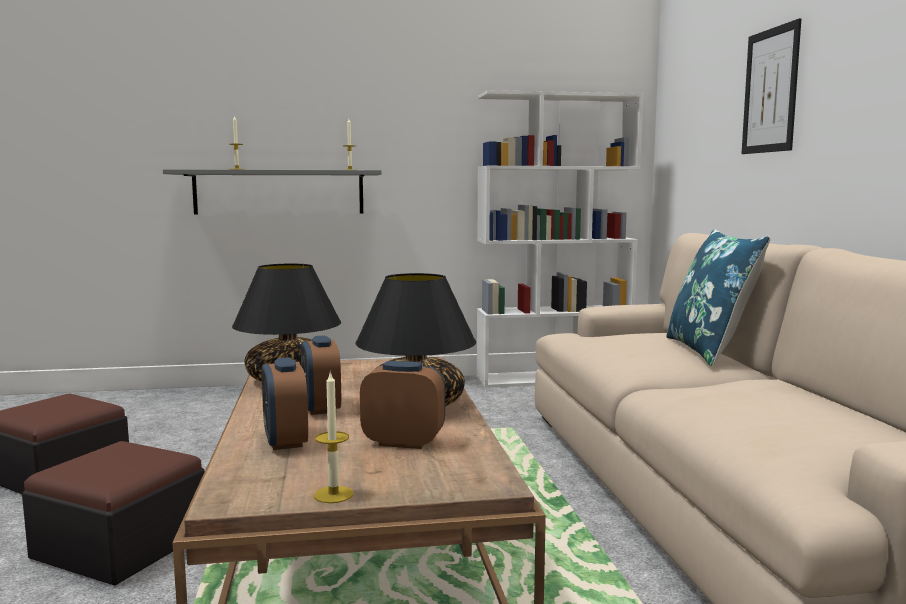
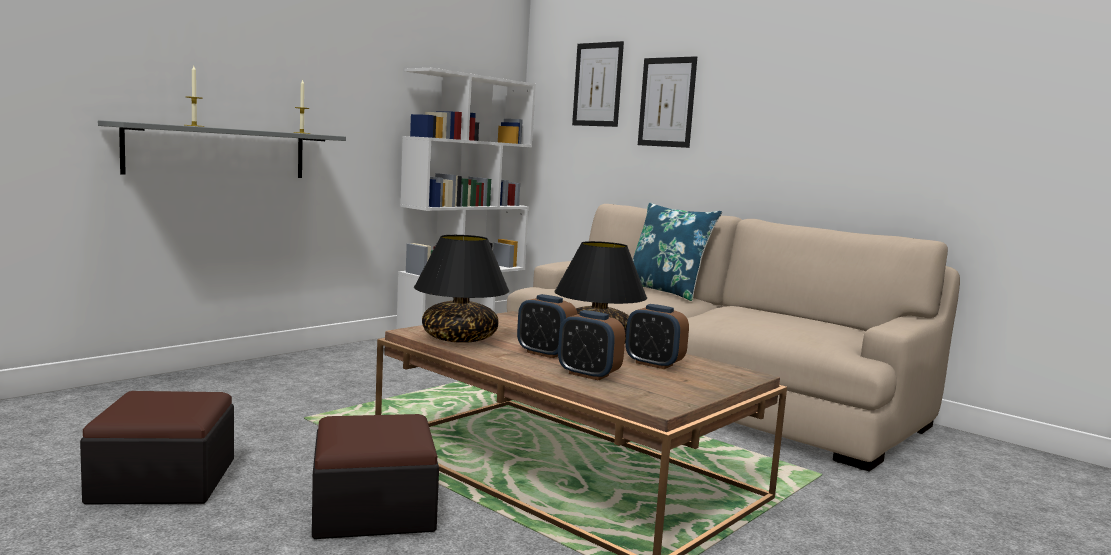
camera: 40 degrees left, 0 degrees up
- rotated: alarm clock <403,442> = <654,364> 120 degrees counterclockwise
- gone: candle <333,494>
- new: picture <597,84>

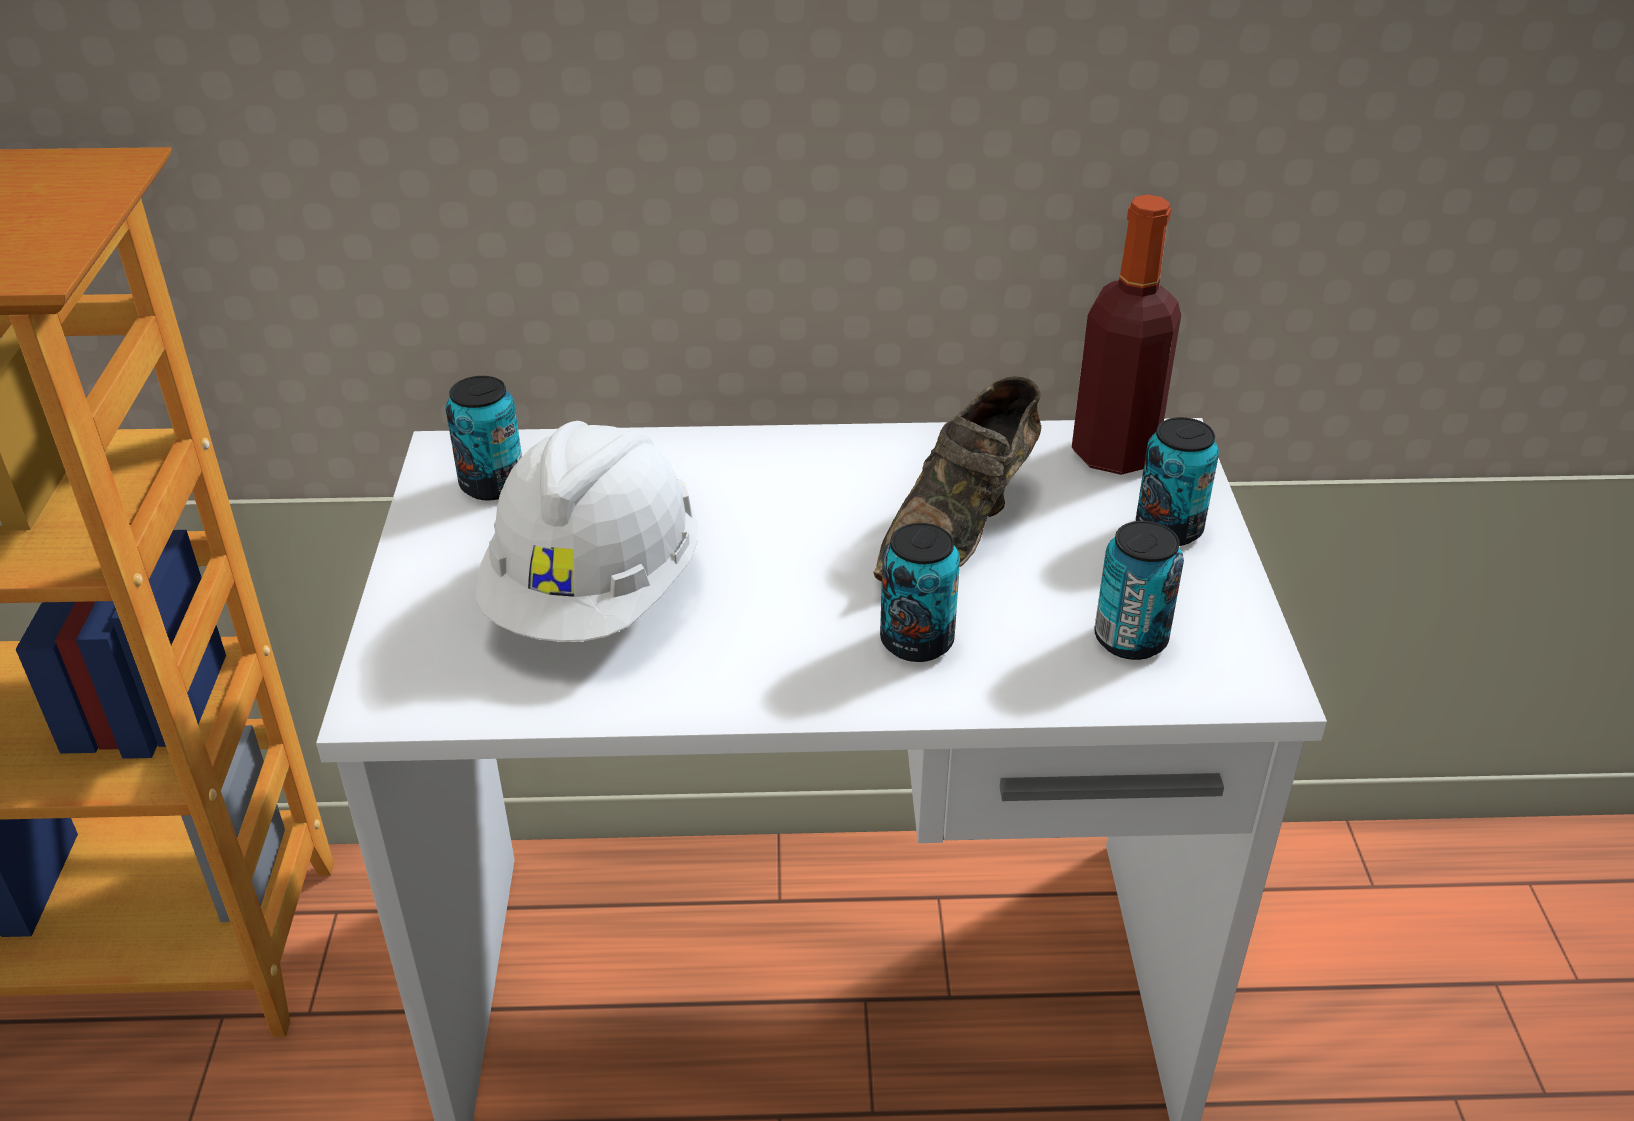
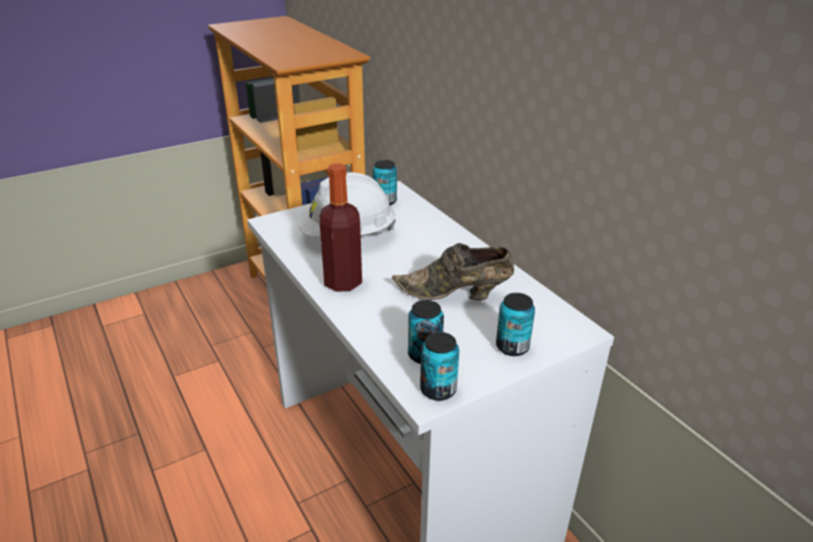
camera: 60 degrees right, 5 degrees down
- shifted: bottle <1114,453> to <343,282>
- shifted: can <916,641> to <438,390>

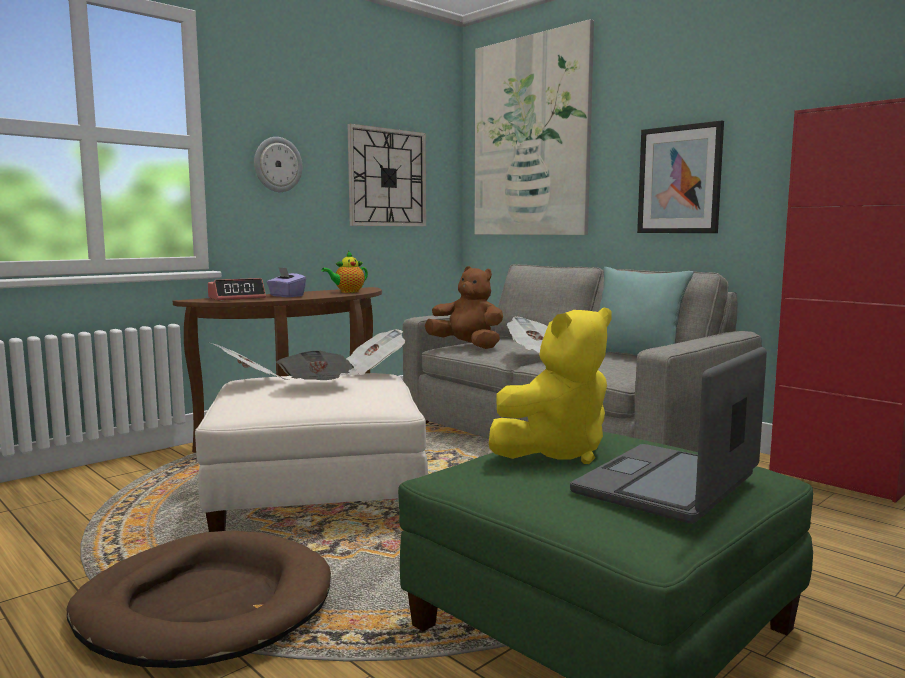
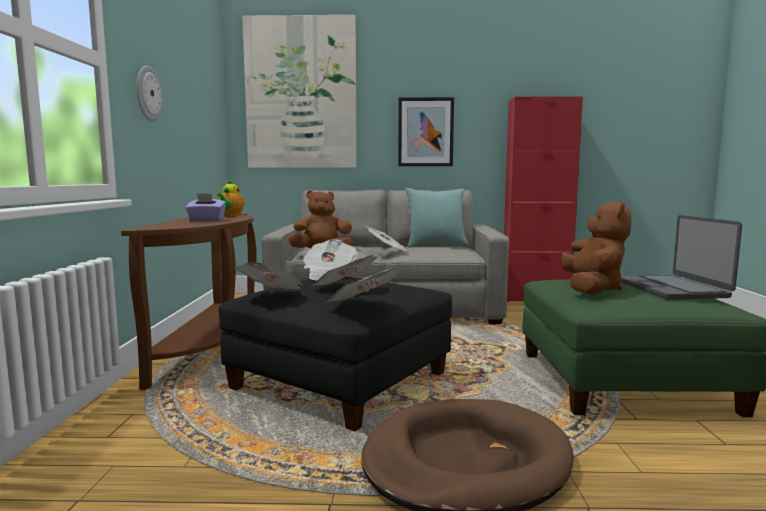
camera: 45 degrees left, 0 degrees up
- gone: wall clock <387,178>
- gone: alarm clock <237,298>
- repainted: yellow plush toy <556,453> to brown plush toy <592,289>
- repainted: white ottoman <318,496> to black ottoman <341,381>
- new: newspaper <363,305>

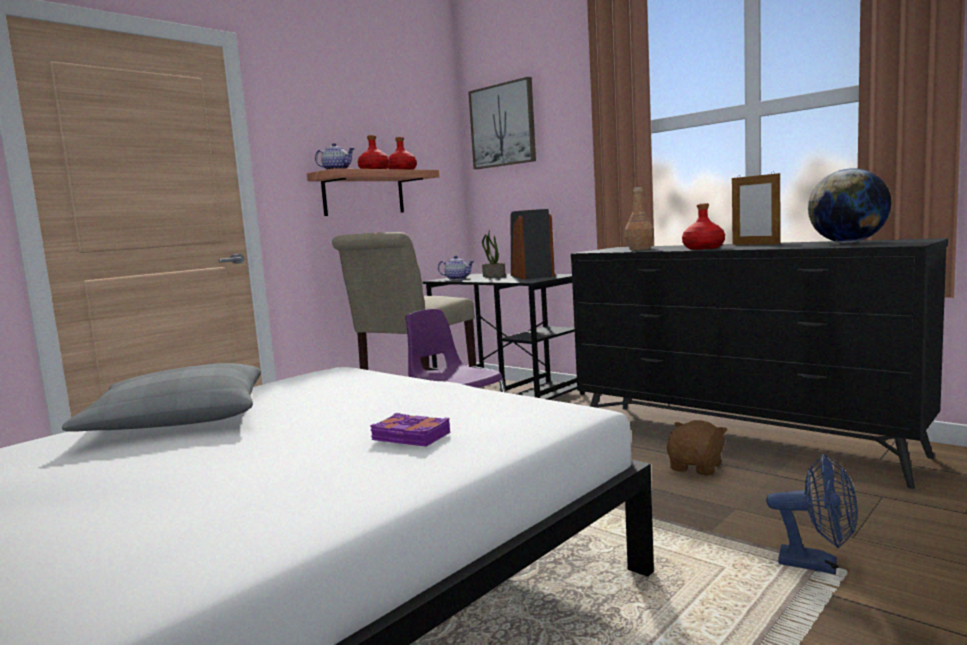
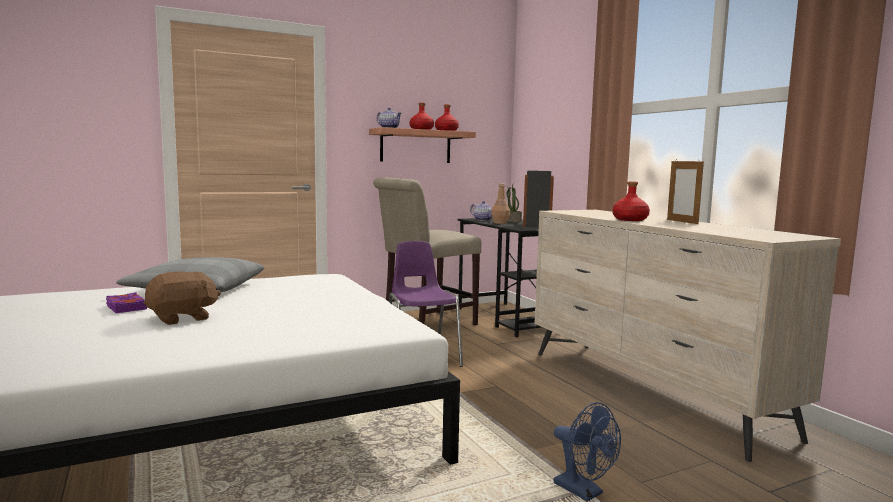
camera: 20 degrees right, 0 degrees up
- gone: picture <503,125>
- gone: globe <848,242>
- shifted: brown bottle <639,249> to <500,223>
- repainted: black dresser <740,441> to beige dresser <648,391>
- shifted: purple book <410,437> to <125,307>
- shifted: brown plush toy <696,467> to <182,318>

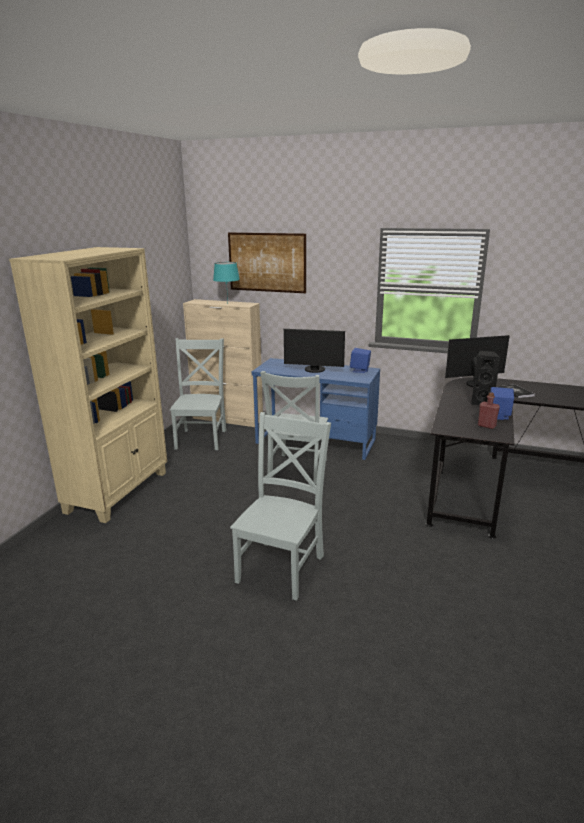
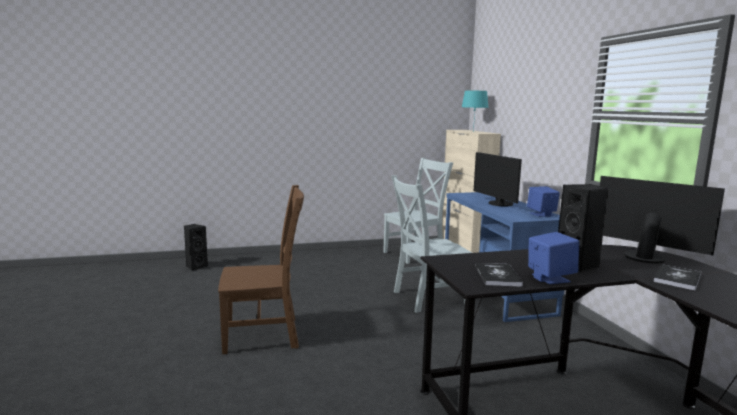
camera: 55 degrees right, 10 degrees down
- gone: picture <267,262>
- gone: beige bookcase <119,491>
- swapped: red bottle <486,426> to book <497,276>
- repainted: grey chair <282,566> to brown chair <265,335>
- new: black speaker <196,267>

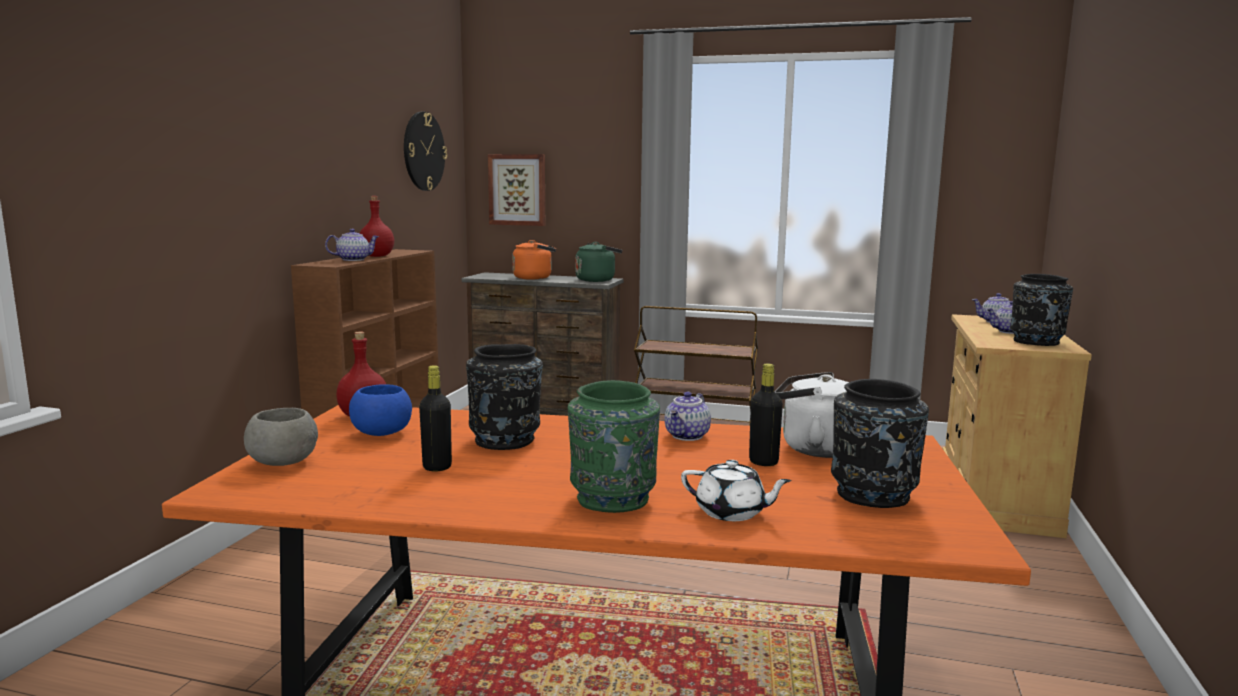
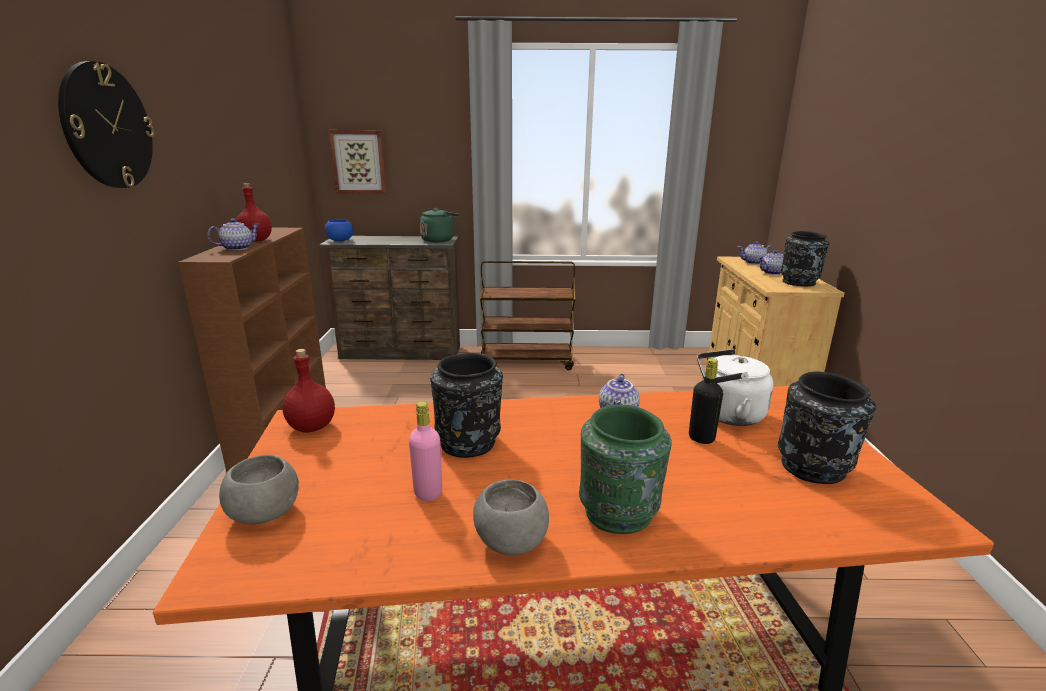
camera: 15 degrees left, 10 degrees up
- shifted: wall clock <423,151> to <107,127>
- gone: orange kettle <535,278>
- repainted: black bottle <437,467> to pink bottle <428,493>
- shifted: blue bowl <381,433> to <339,241>
- gone: white teapot <731,512>
- new: grey bowl <510,542>

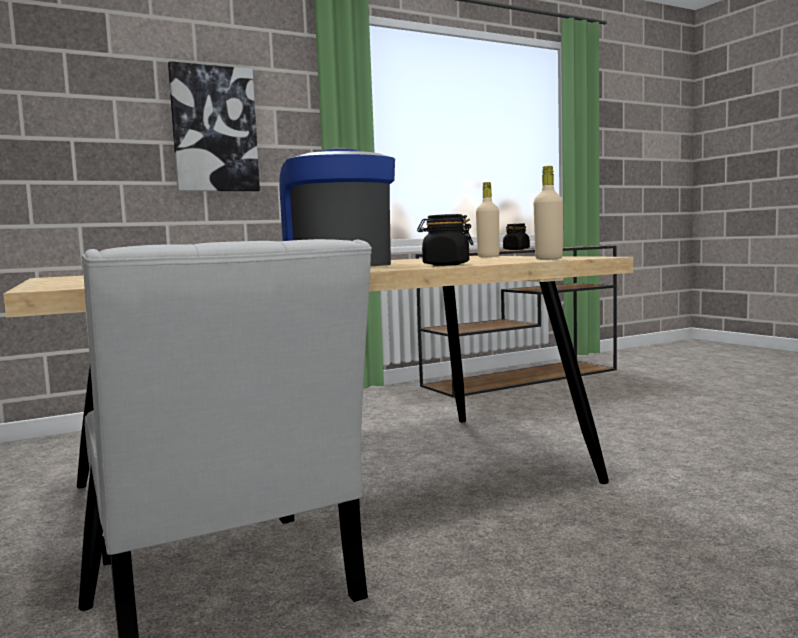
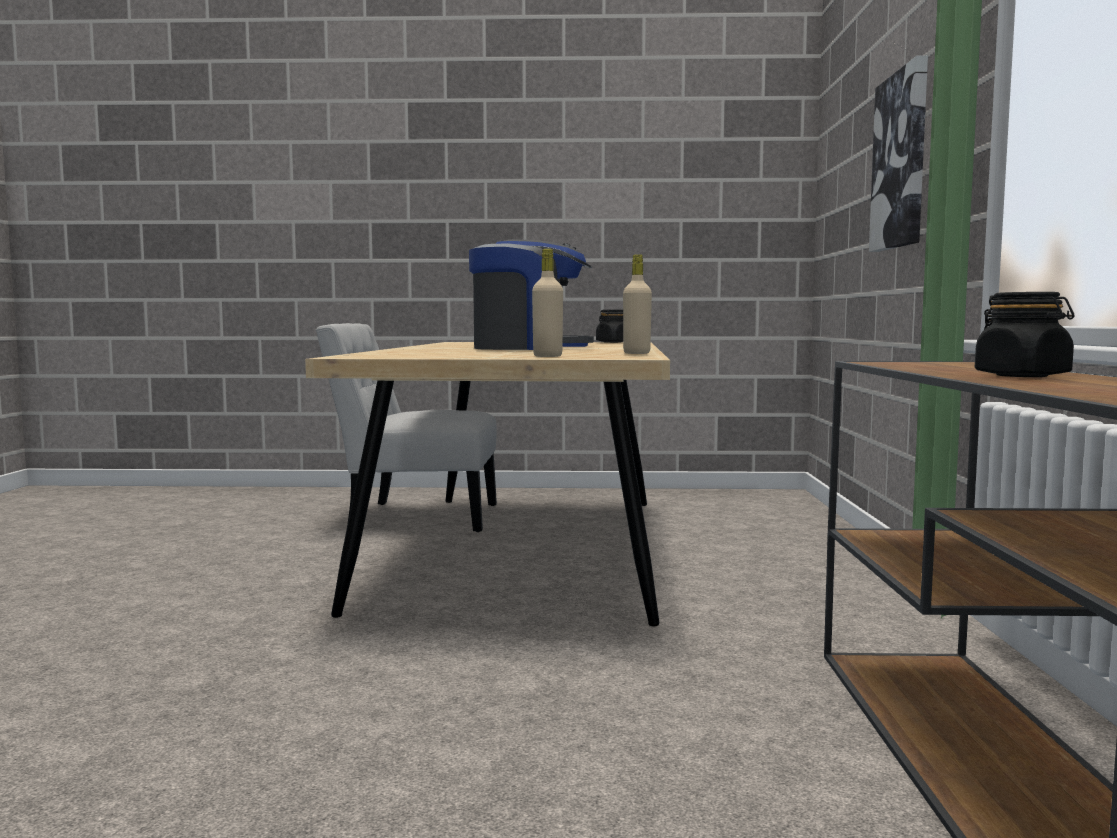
camera: 120 degrees right, 0 degrees up
- shifted: beige bottle <548,259> to <636,353>
- shifted: black jar <446,265> to <613,342>

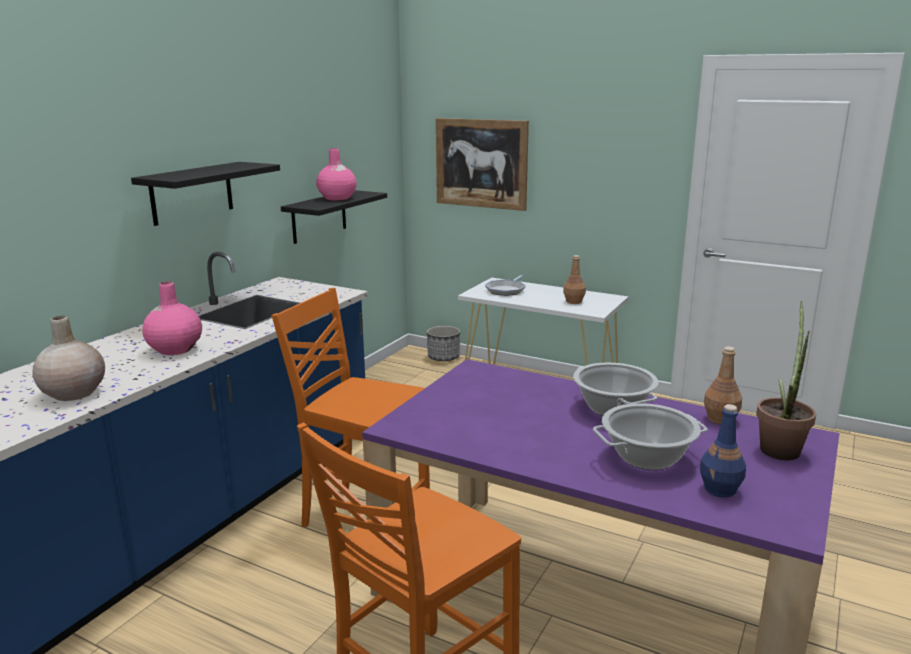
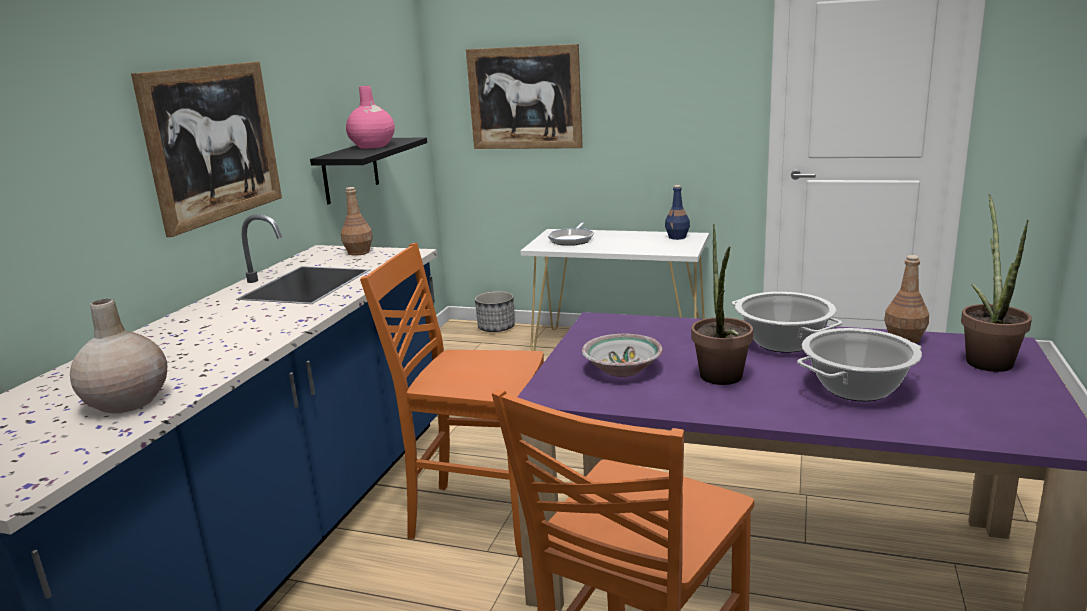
camera: 10 degrees left, 0 degrees up
- swapped: black shelf <192,193> to picture <213,143>
- shifted: brown bottle <573,301> to <358,252>
- gone: pink vase <175,349>
- shifted: blue bottle <720,489> to <677,237>
- new: potted plant <721,380>
- new: bowl <623,369>

